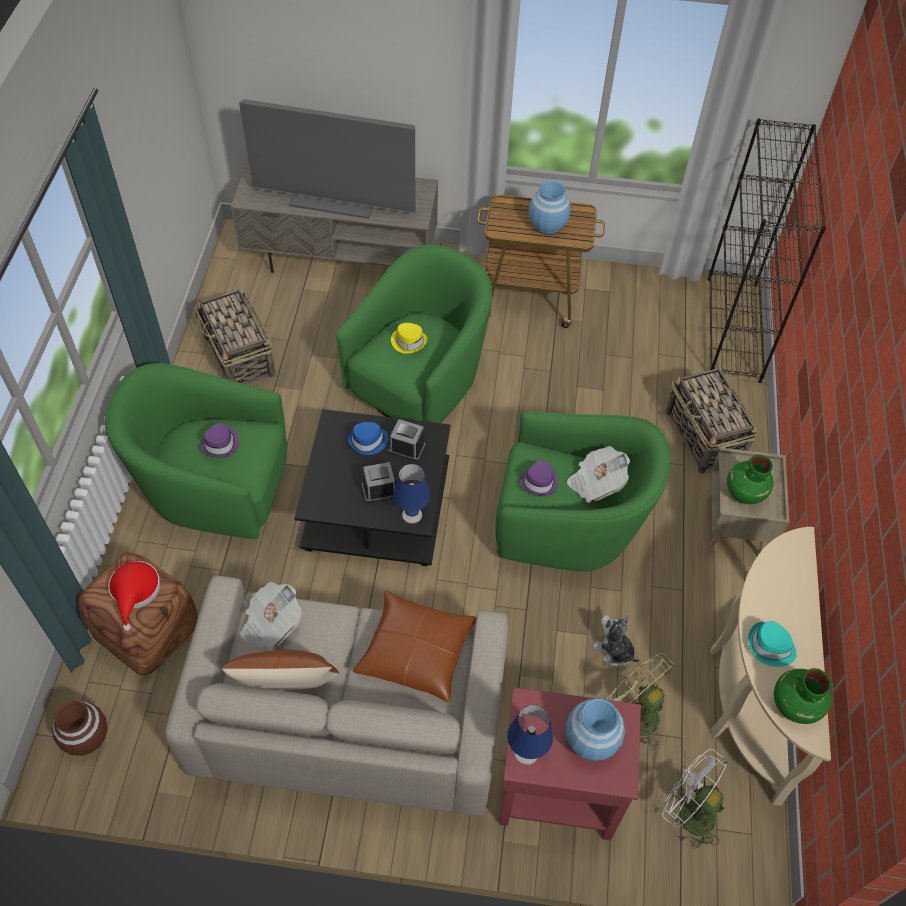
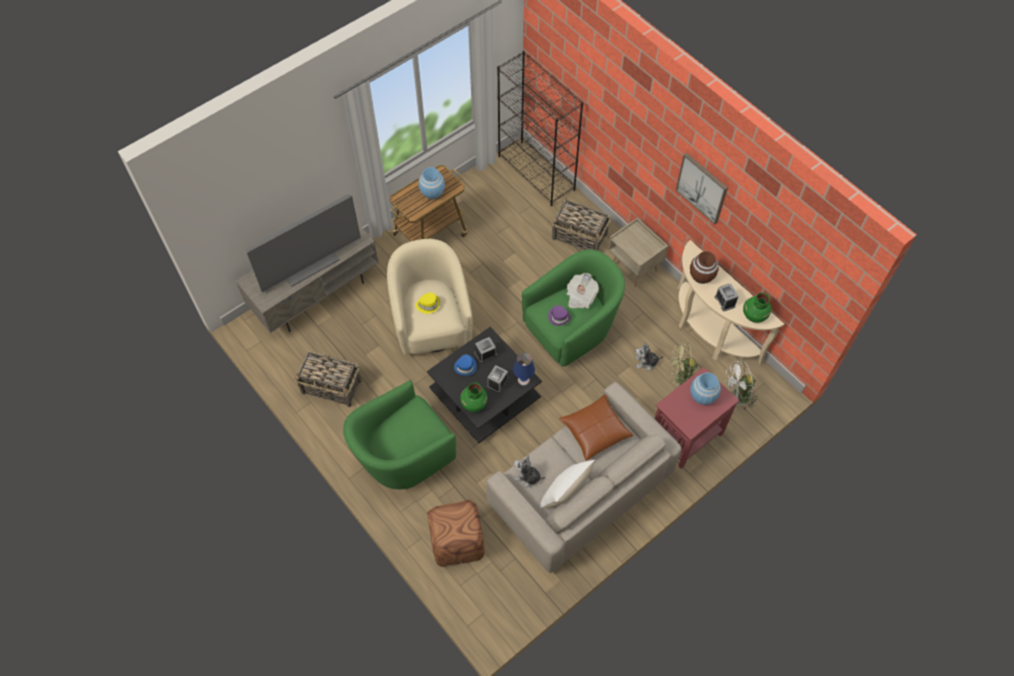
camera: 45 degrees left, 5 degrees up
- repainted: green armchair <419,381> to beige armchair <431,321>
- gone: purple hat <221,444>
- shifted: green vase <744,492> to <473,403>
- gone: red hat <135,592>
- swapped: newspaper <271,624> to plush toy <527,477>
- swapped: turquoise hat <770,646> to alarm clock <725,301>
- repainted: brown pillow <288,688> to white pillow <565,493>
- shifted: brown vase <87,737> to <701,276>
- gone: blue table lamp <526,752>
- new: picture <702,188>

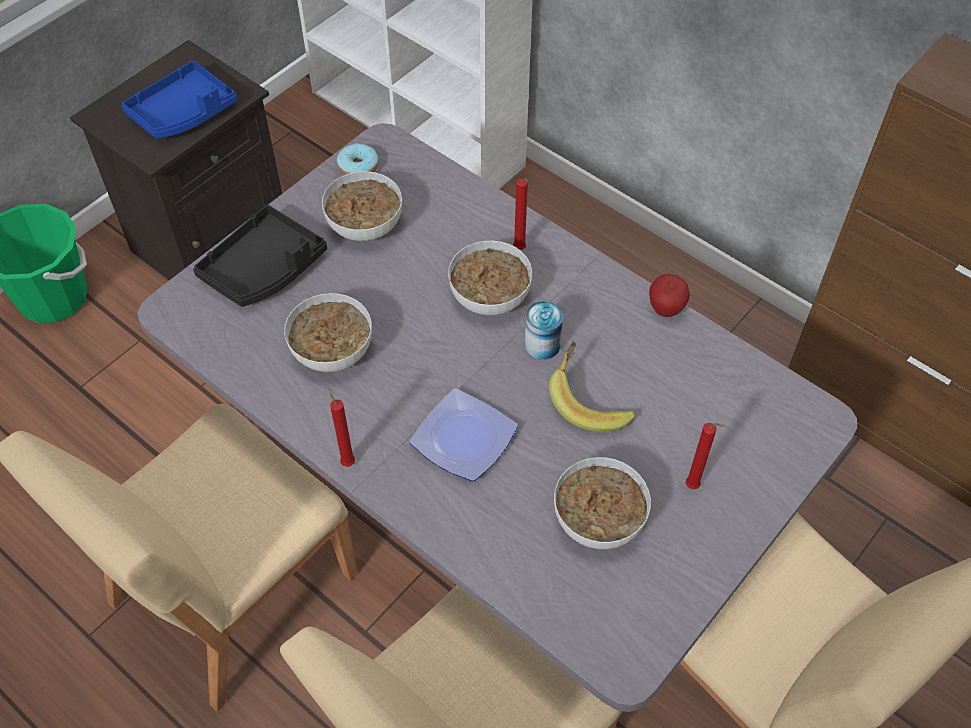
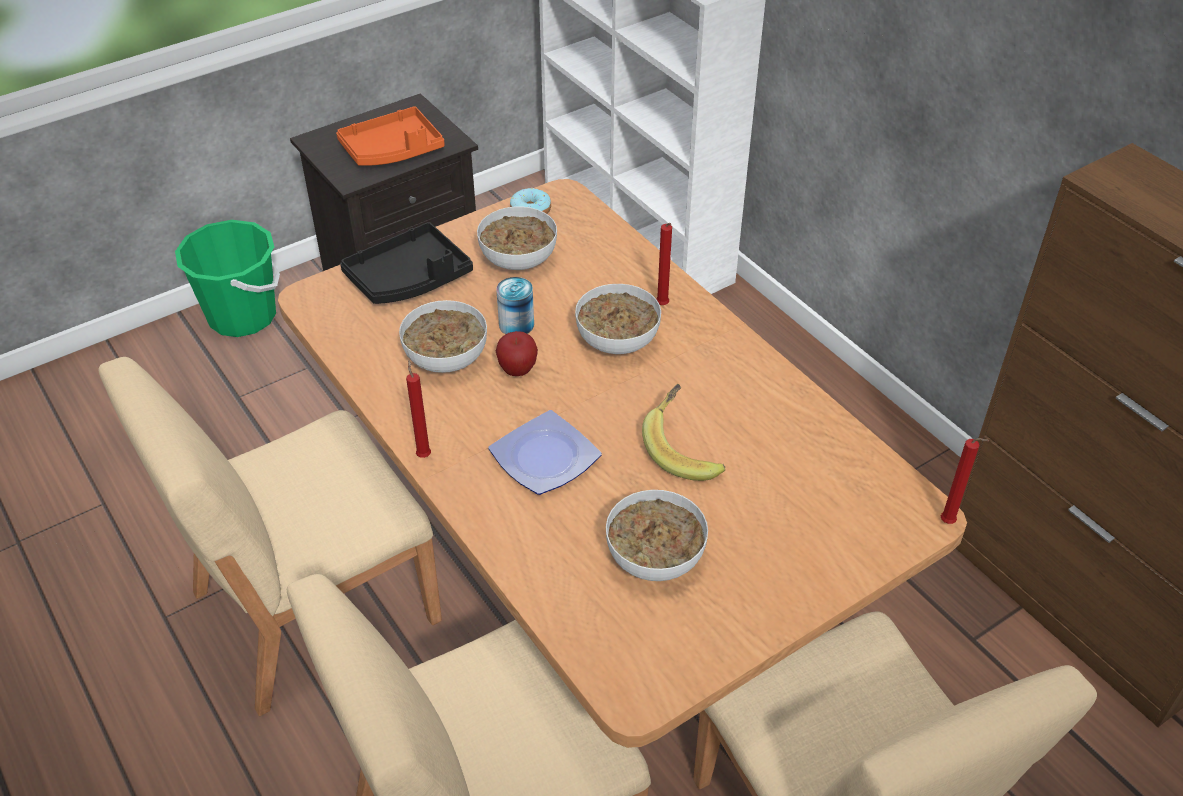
camera: 15 degrees right, 10 degrees down
- repainted: blue tray <183,113> to orange tray <393,150>
- repainted: grey dining table <486,508> to brown dining table <592,588>
- shifted: apple <665,309> to <517,370>
- shifted: can <542,345> to <516,324>
- shifted: red candle <694,487> to <949,523>

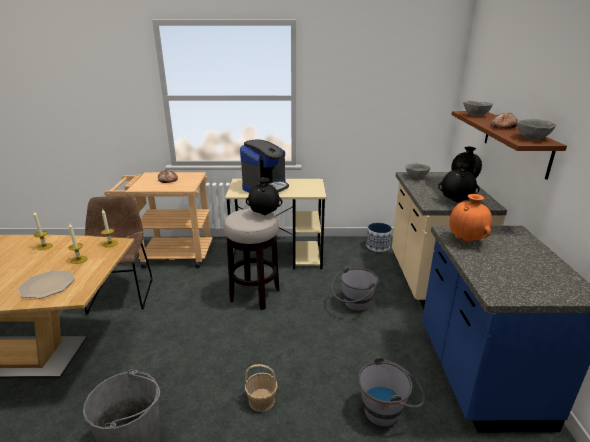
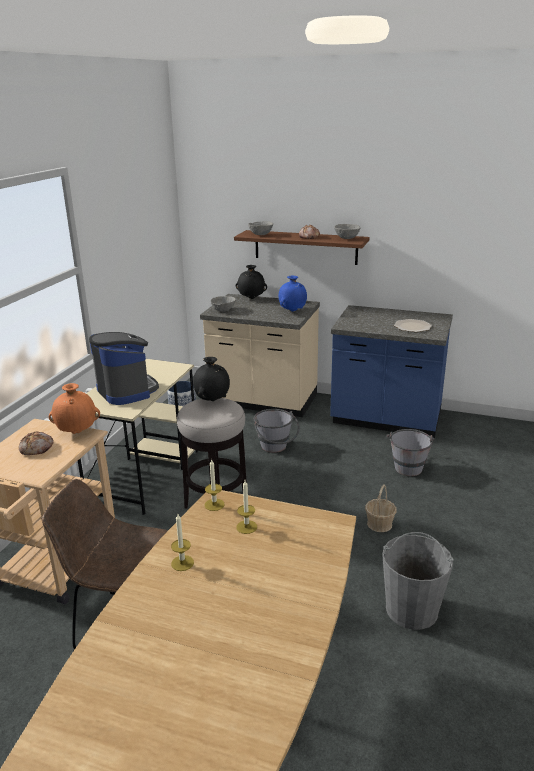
camera: 70 degrees left, 0 degrees up
- repainted: black vase <456,201> to blue vase <292,311>
- shifted: orange vase <466,240> to <77,432>
- shifted: plate <48,285> to <412,326>

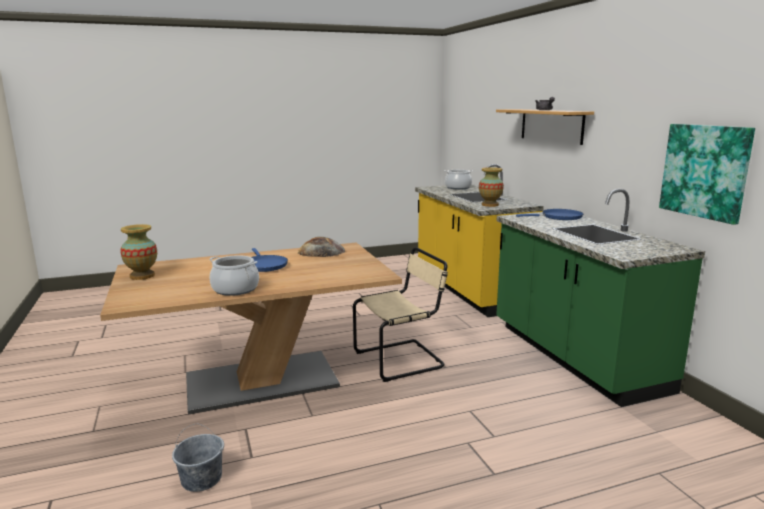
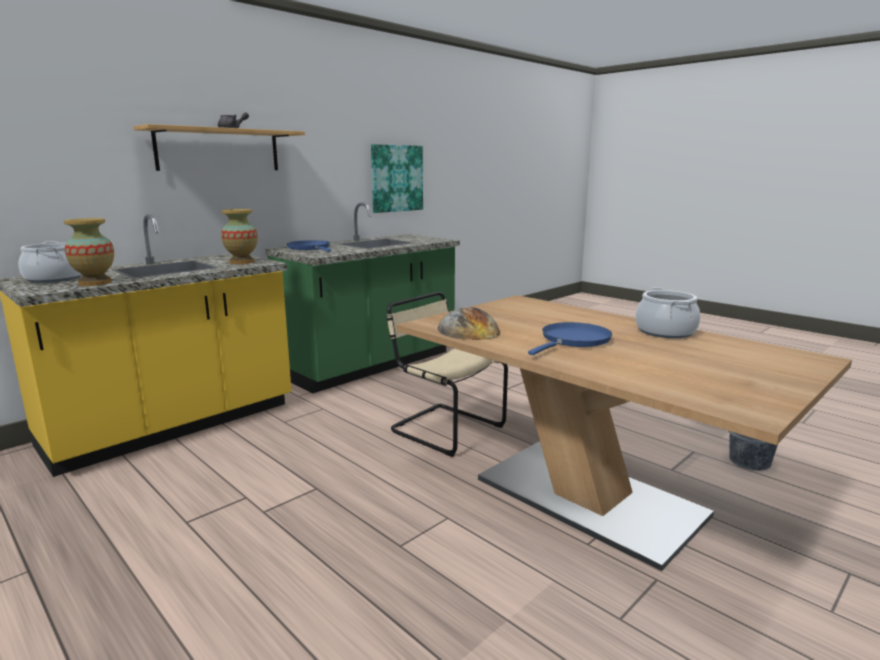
camera: 115 degrees left, 0 degrees up
- shifted: vase <142,276> to <95,283>

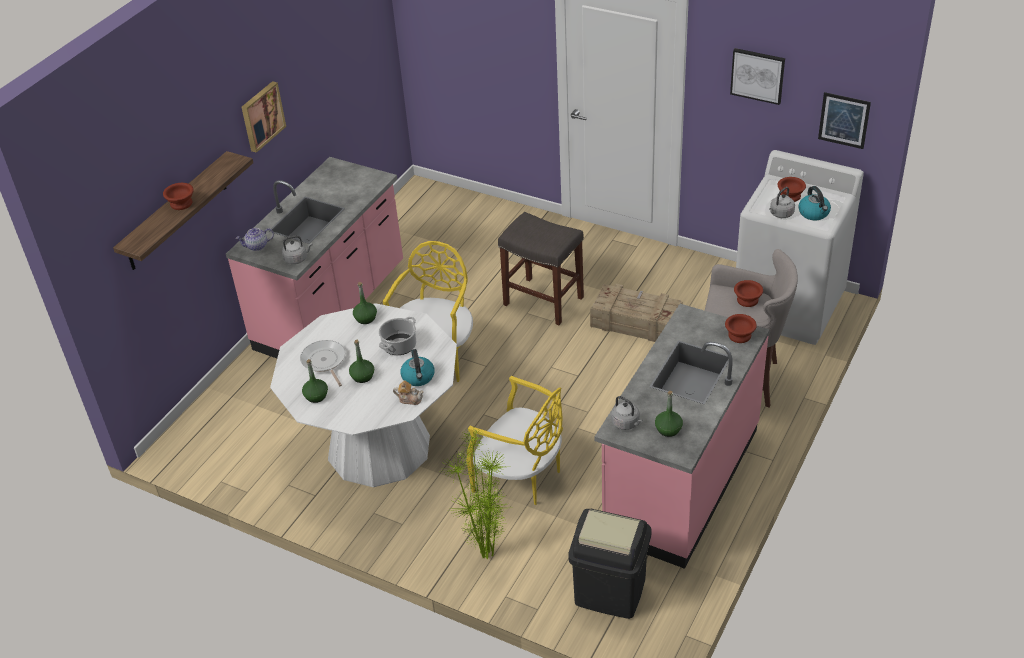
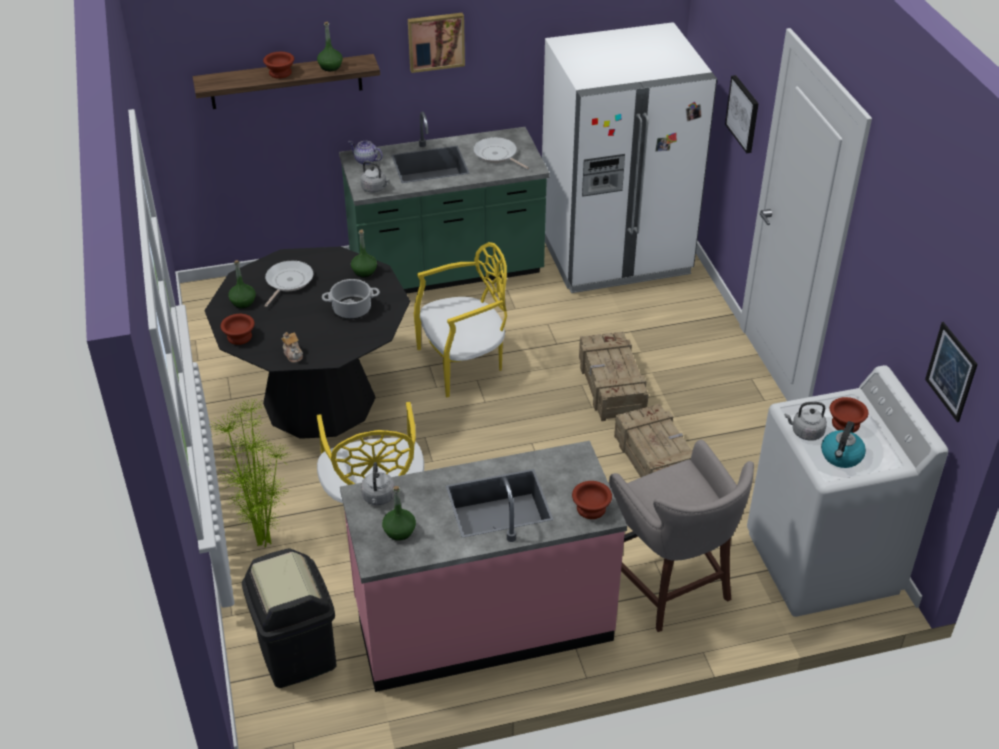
camera: 45 degrees right, 0 degrees up
- shifted: picture <757,75> to <743,113>
- repainted: pink counter <332,309> to green counter <446,272>
- swapped: grey stool <544,301> to crate <611,386>
- shifted: brown bowl <747,301> to <238,337>
- repainted: white dining table <379,447> to black dining table <319,400>
- shifted: green bottle <362,376> to <330,67>
- gone: kettle <418,377>
- new: white fridge <615,254>
- new: frying pan <497,155>

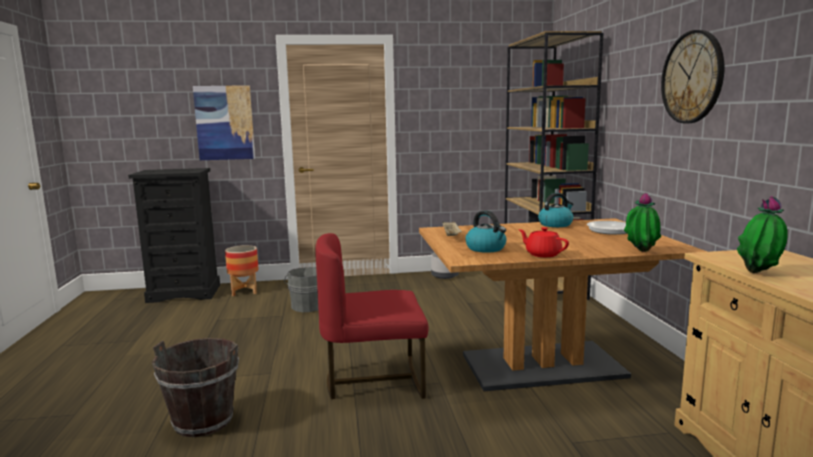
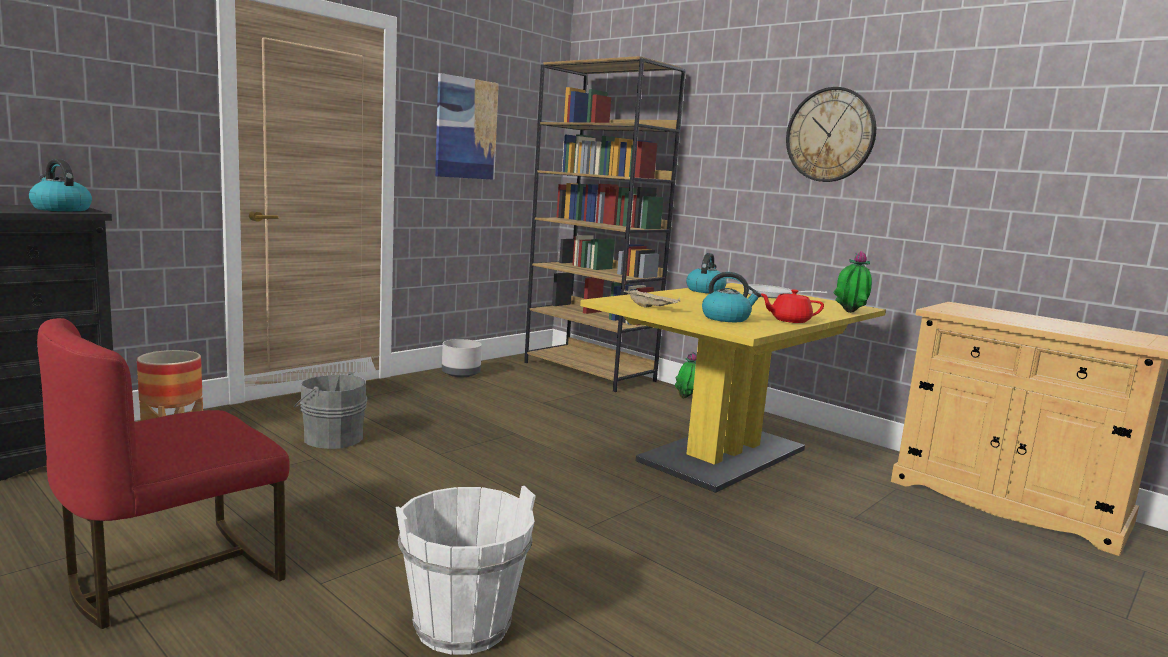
camera: 40 degrees left, 0 degrees up
- shifted: picture <224,123> to <466,128>
- shifted: potted plant <759,273> to <686,398>
- repainted: brown dining table <542,366> to yellow dining table <723,455>
- shifted: red chair <374,380> to <172,574>
- repainted: brown bucket <203,421> to white bucket <462,625>
- new: kettle <60,209>

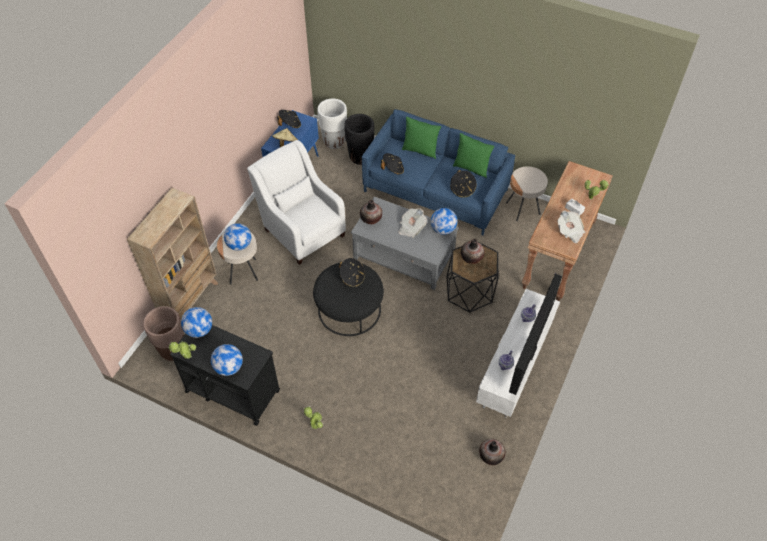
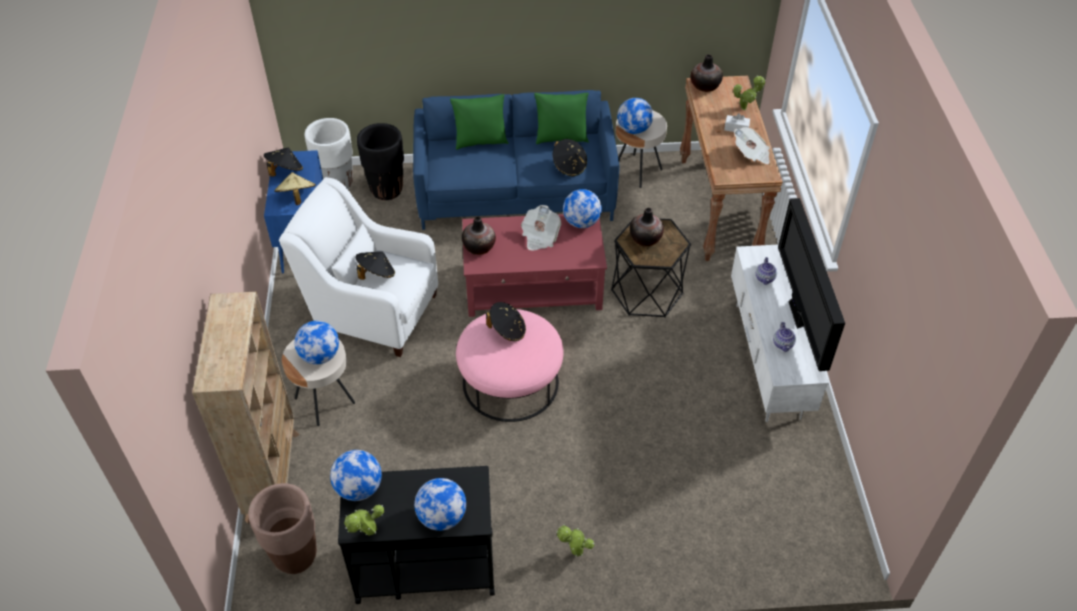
camera: 30 degrees left, 5 degrees down
- shifted: black hat <393,169> to <376,274>
- repainted: grey coffee table <404,256> to red coffee table <534,286>
- repainted: black ottoman <349,309> to pink ottoman <510,382>
- shifted: vase <491,456> to <705,86>
- new: globe <634,130>

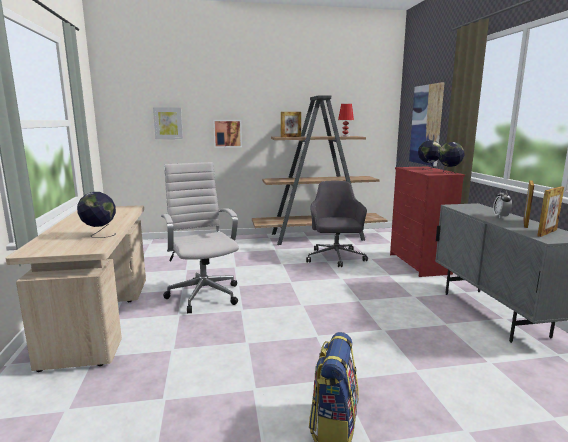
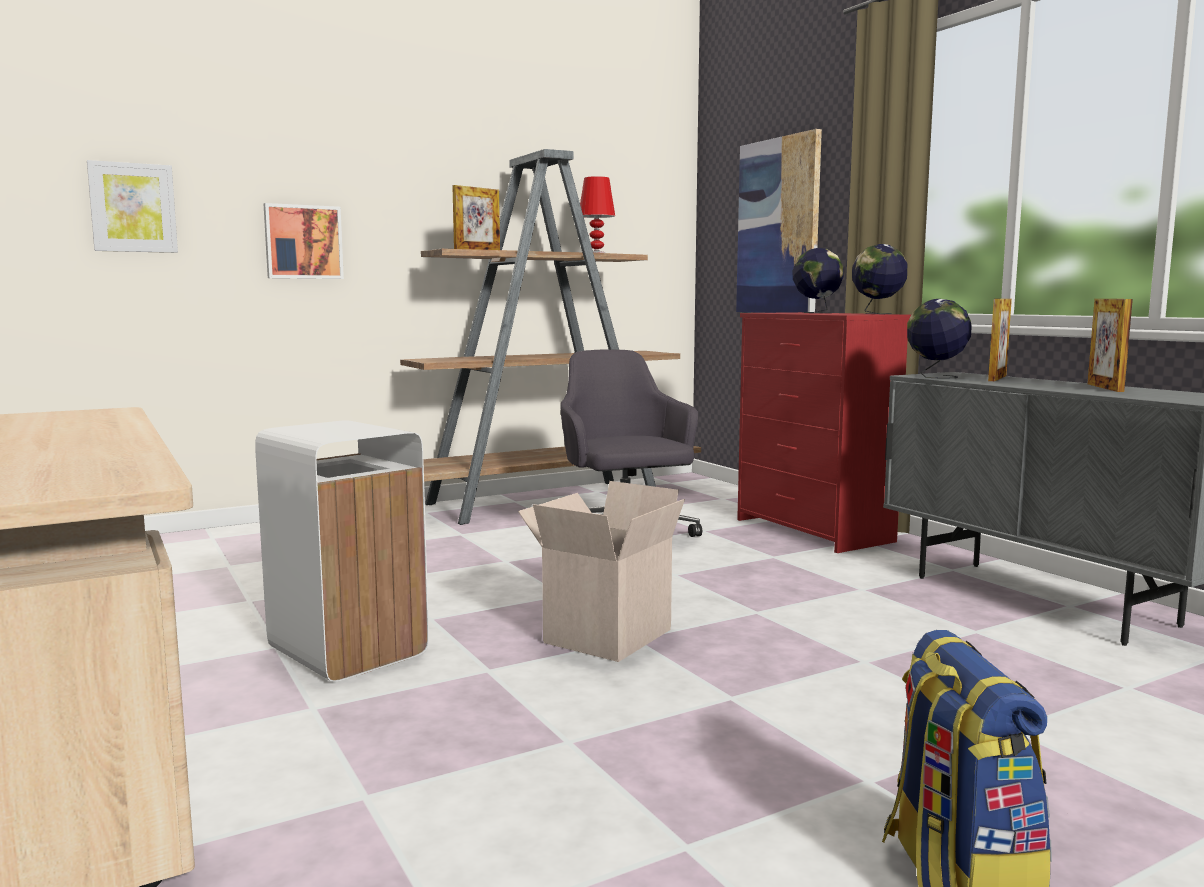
camera: 20 degrees left, 5 degrees down
- swapped: white office chair <203,294> to white trash can <349,650>
- shifted: picture frame <547,233> to <997,378>
- gone: alarm clock <500,217>
- shifted: globe <99,235> to <935,377>
- new: cardboard box <605,634>

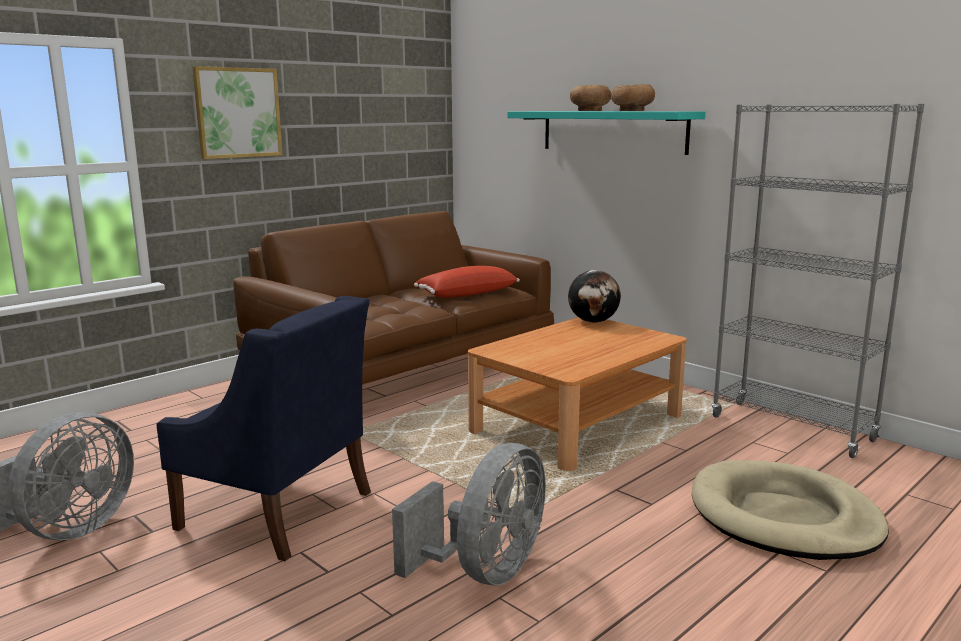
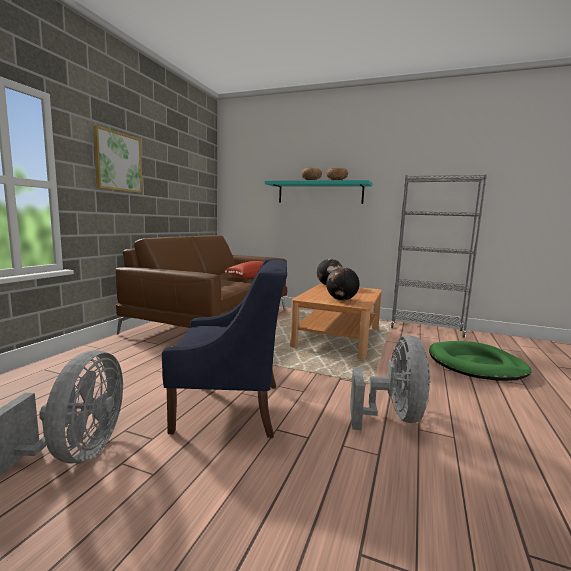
camera: 25 degrees left, 5 degrees down
- repainted: beige dog bed <783,517> to green dog bed <476,365>
- new: globe <341,300>

